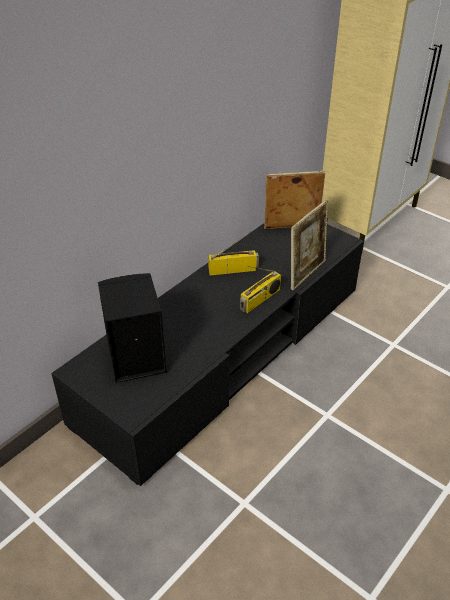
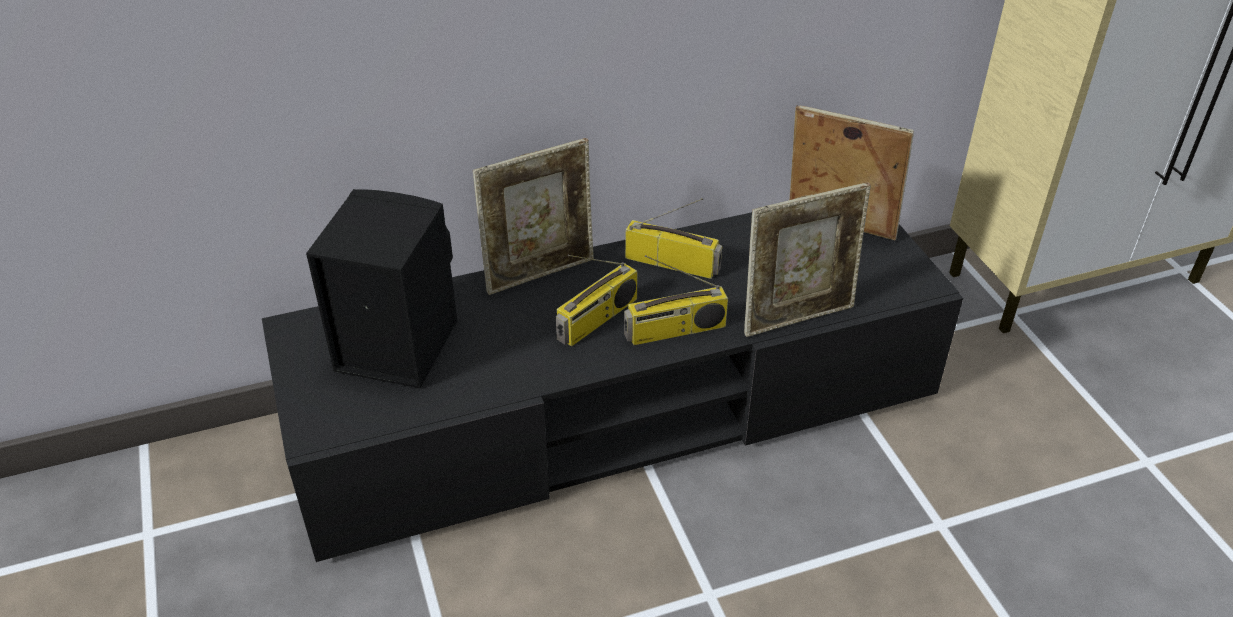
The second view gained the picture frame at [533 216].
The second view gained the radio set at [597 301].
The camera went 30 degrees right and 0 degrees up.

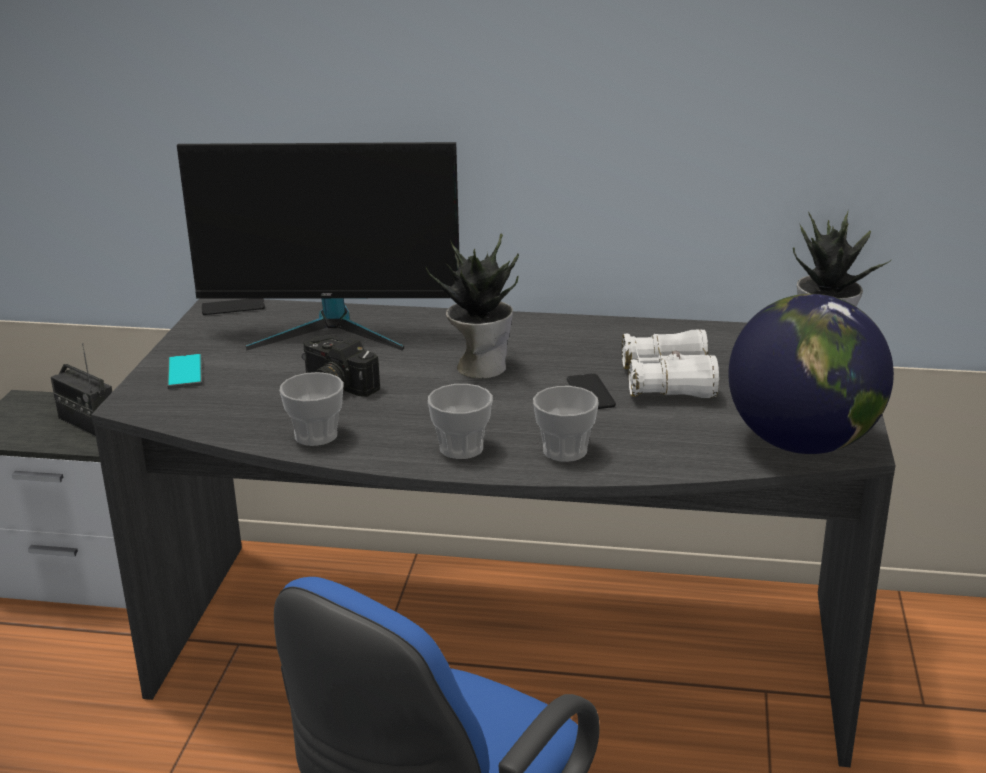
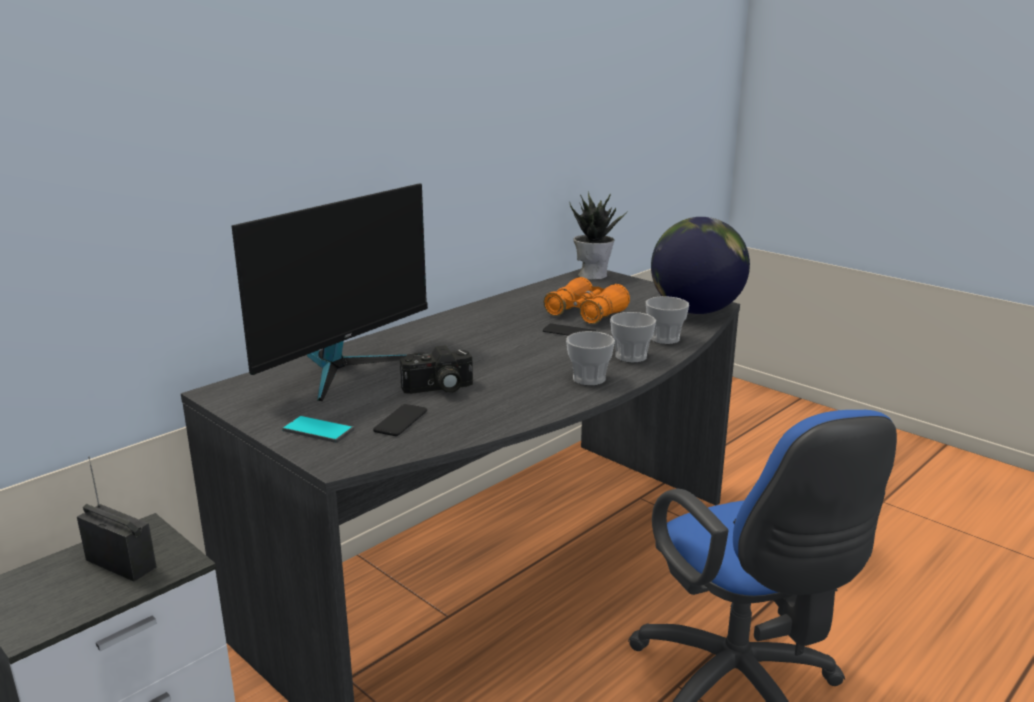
The radio set at [81 390] ended up facing another way, 135 degrees counterclockwise from before.
The handset ended up elsewhere, having gone from [233 307] to [400 420].
The cup ended up elsewhere, having gone from [311 409] to [667 320].
The second view lost the houseplant at [472 306].
What was the pair of binoculars/white at [670 363] turned into the pair of binoculars/orange-coloured at [587 300].
The camera went 55 degrees left and 5 degrees down.

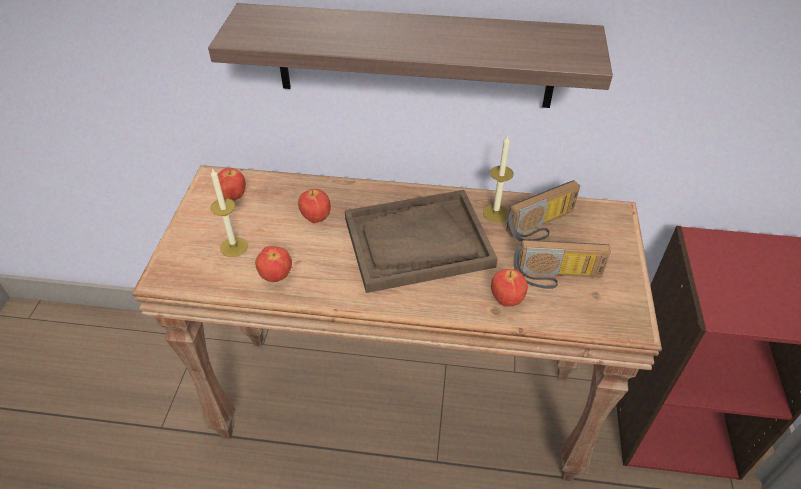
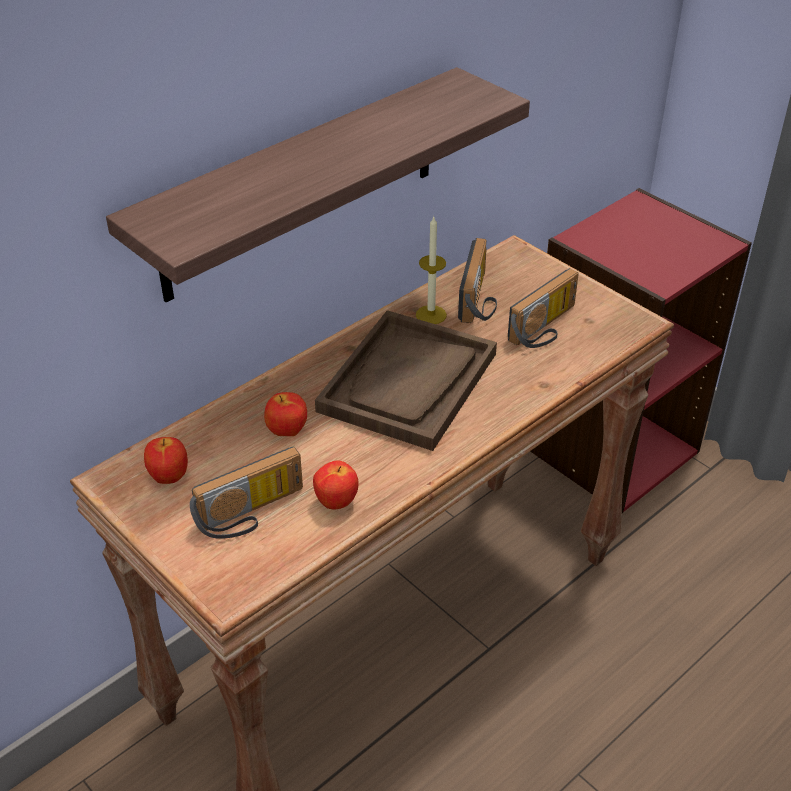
Where the wax candle stood at [229 212], the radio set came to stand at [246 492].
The second view lost the whole apple at [509 287].
The camera went 50 degrees left and 5 degrees down.

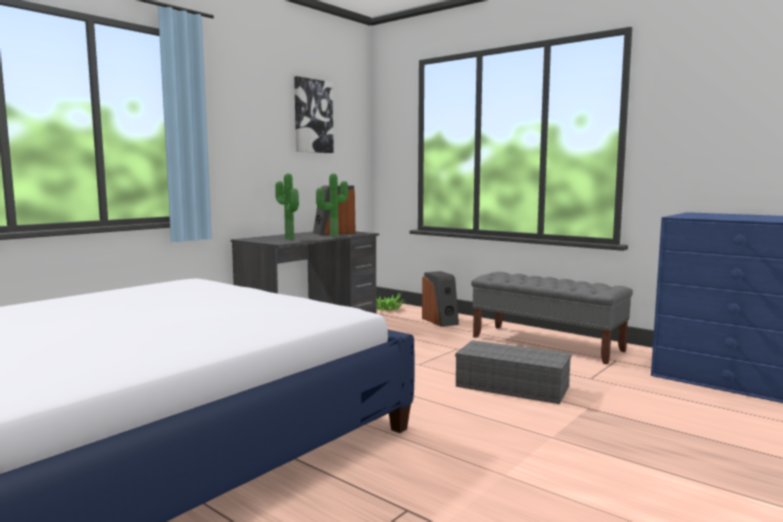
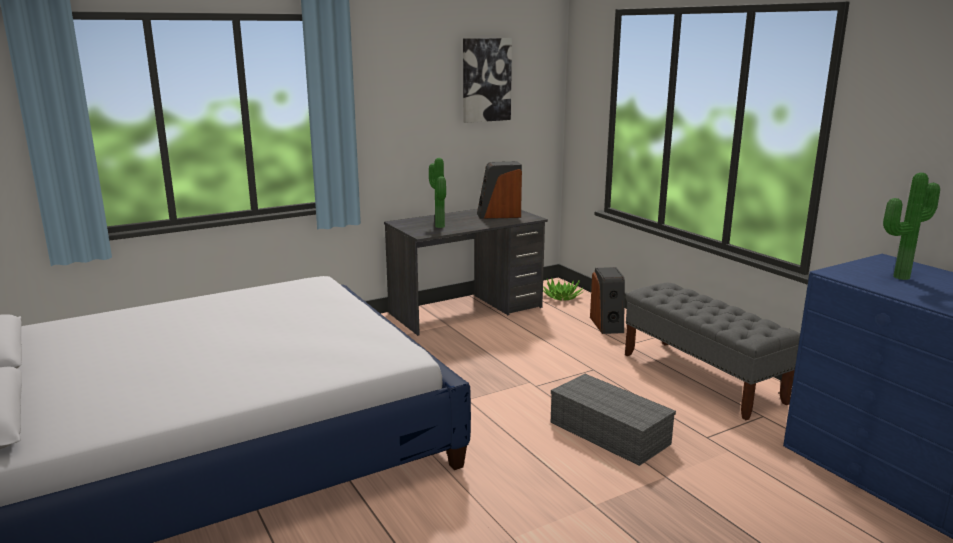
The houseplant ended up elsewhere, having gone from [332 205] to [911 226].
The camera went 20 degrees right and 10 degrees up.

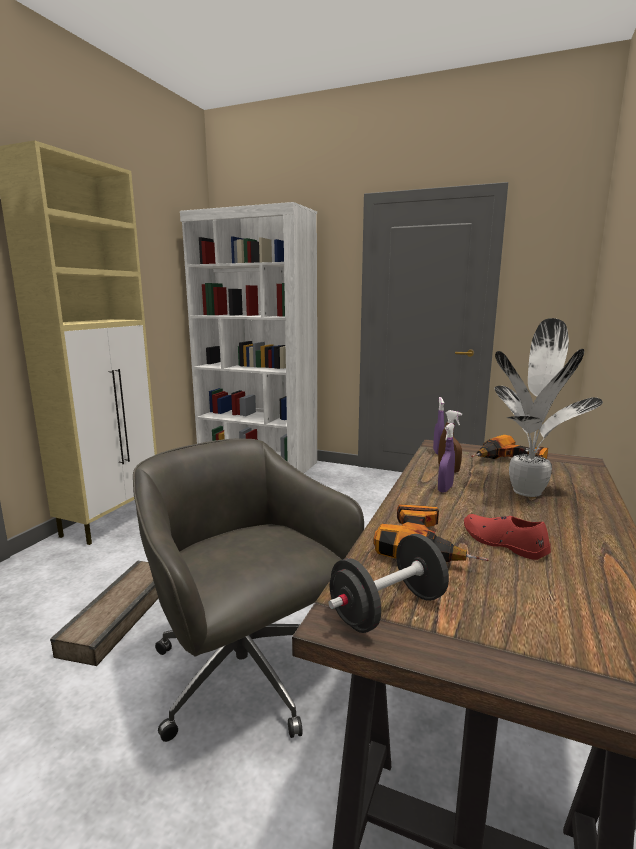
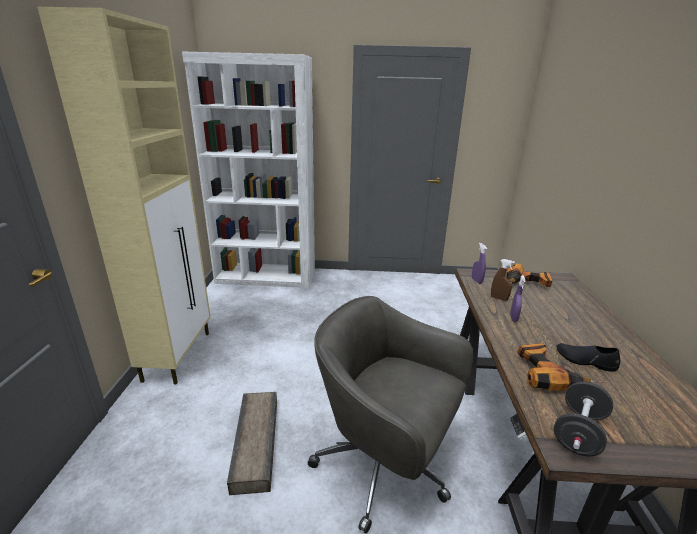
What was the low shoe/red-coloured at [507 537] turned into the low shoe/black at [588 357].
The second view lost the houseplant at [548 407].
The camera went 20 degrees left and 10 degrees up.

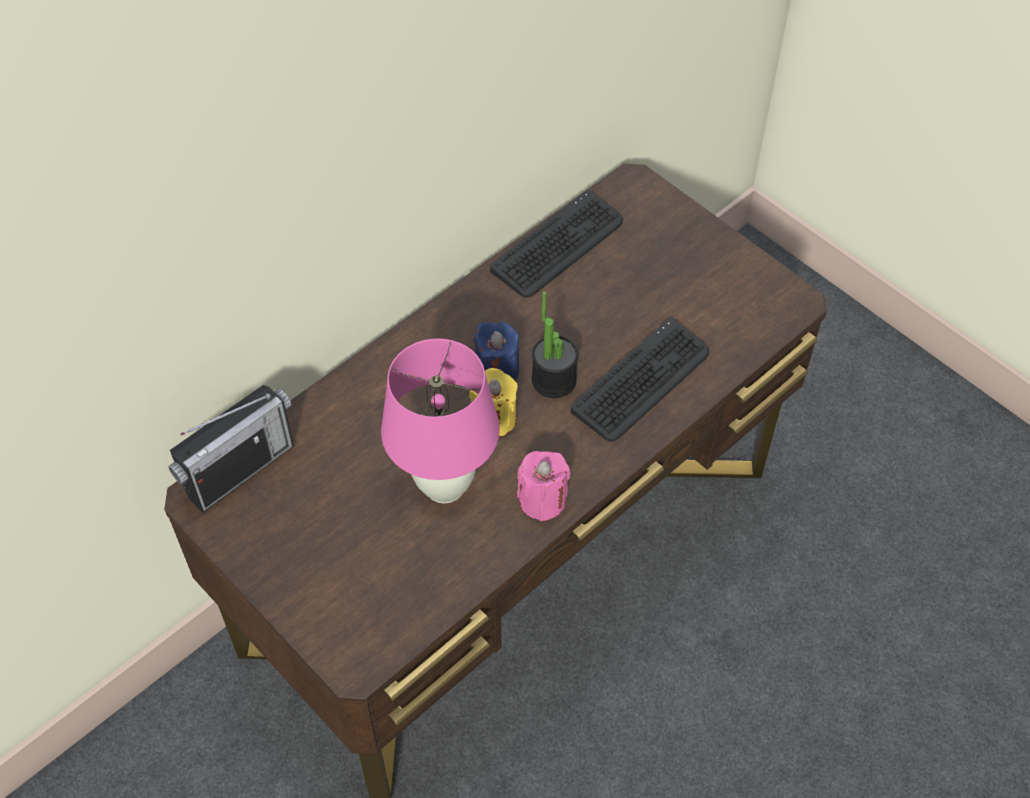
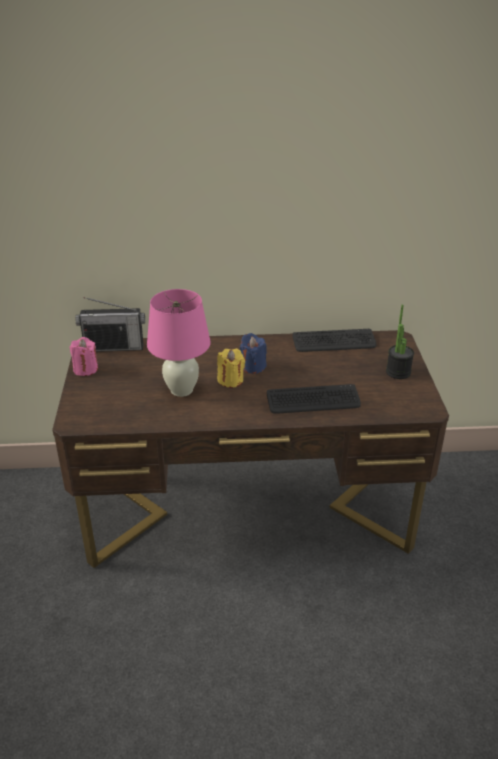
The wax candle/pink ended up elsewhere, having gone from [543 486] to [83 356].
The houseplant ended up elsewhere, having gone from [555 344] to [400 342].
The camera went 40 degrees right and 20 degrees down.

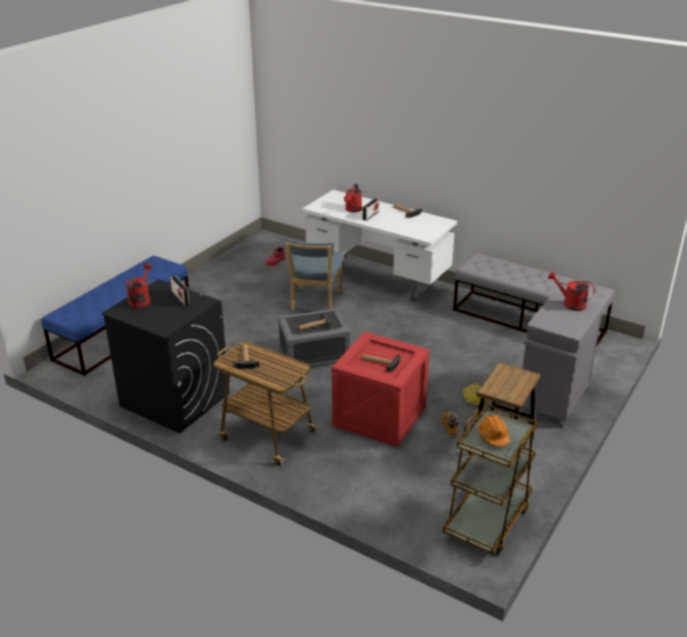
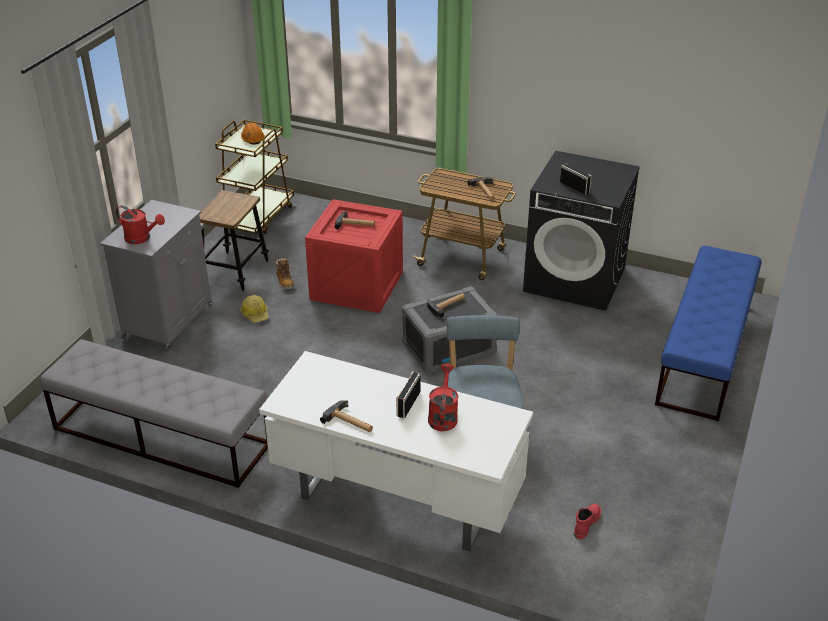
The second view lost the watering can/red-coloured at [139 285].
The camera went 170 degrees right and 5 degrees up.

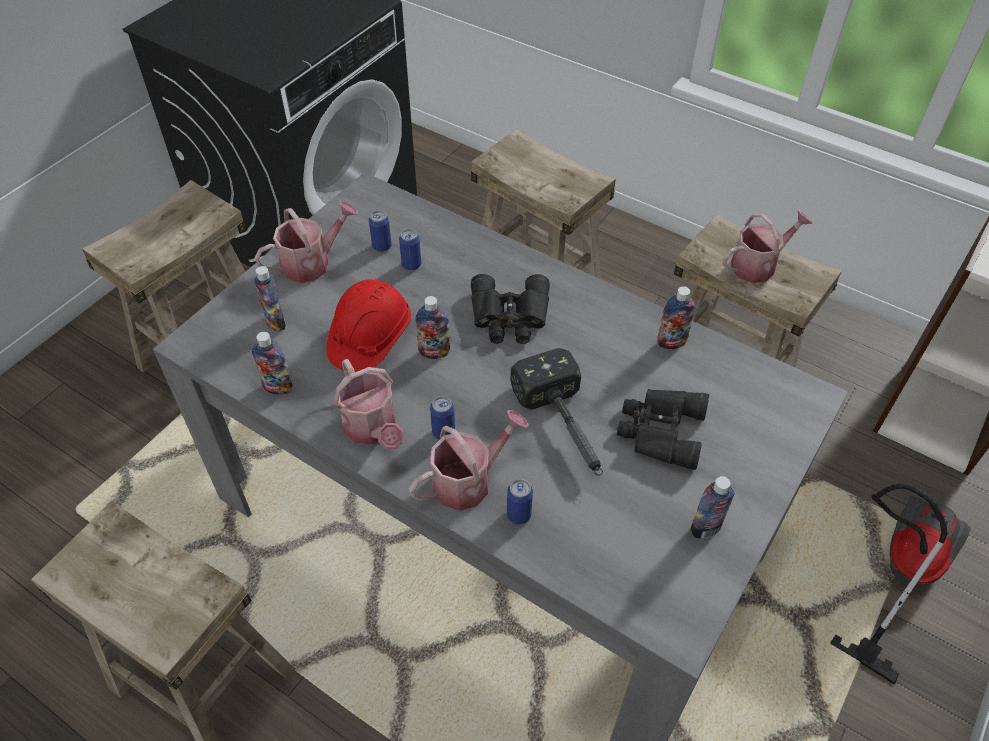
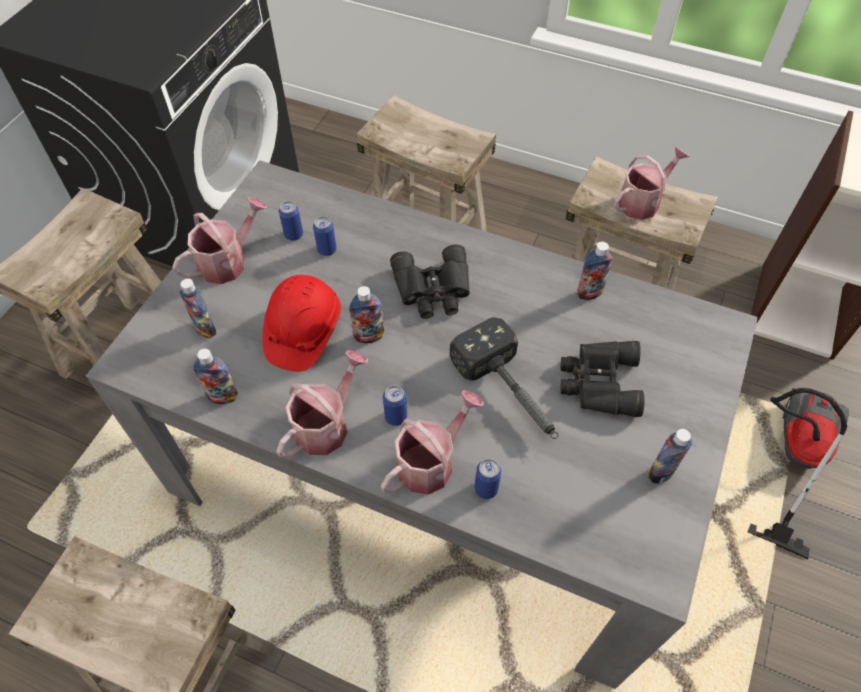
The watering can at [369 404] ended up facing another way, 105 degrees counterclockwise from before.
The camera went 10 degrees left and 5 degrees up.

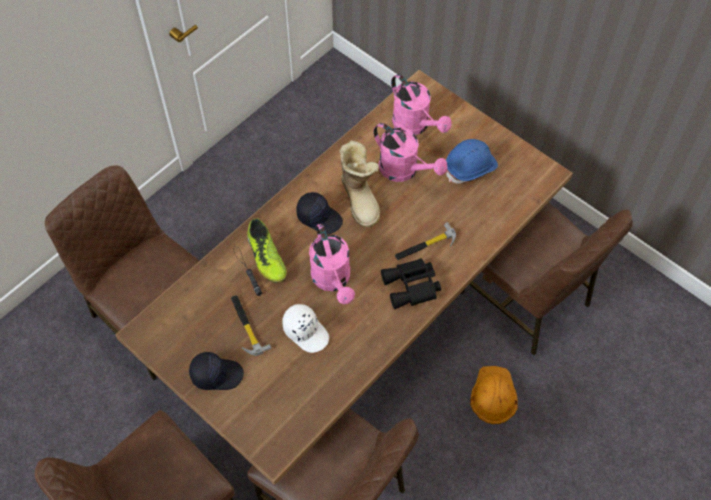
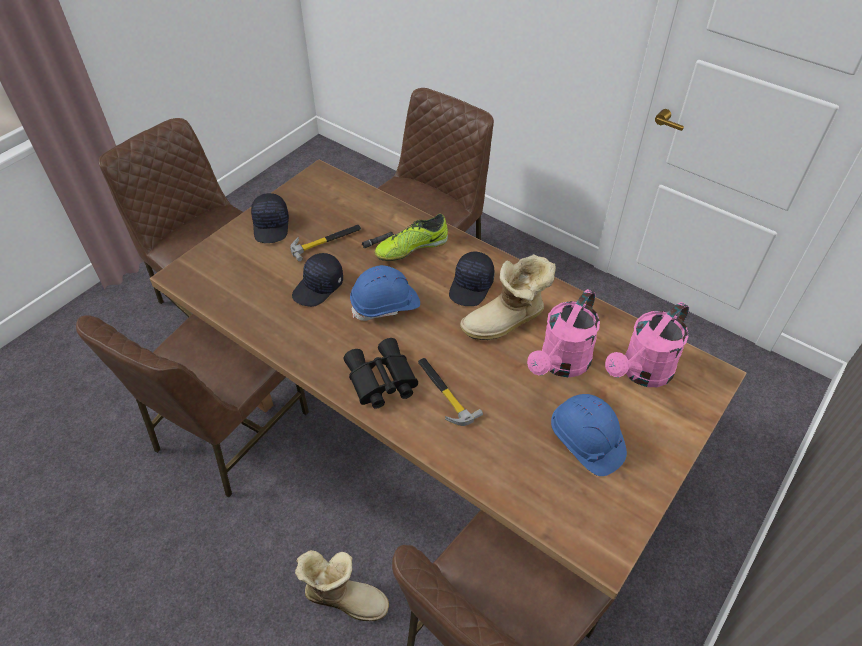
What was the cap/white at [305 328] turned into the cap/black at [317 280].
Where the watering can/pink stood at [332 264], the hard hat/blue came to stand at [385 293].
Where the hard hat/orange-coloured stood at [494 395], the boot came to stand at [342 585].
The camera went 85 degrees right and 10 degrees down.

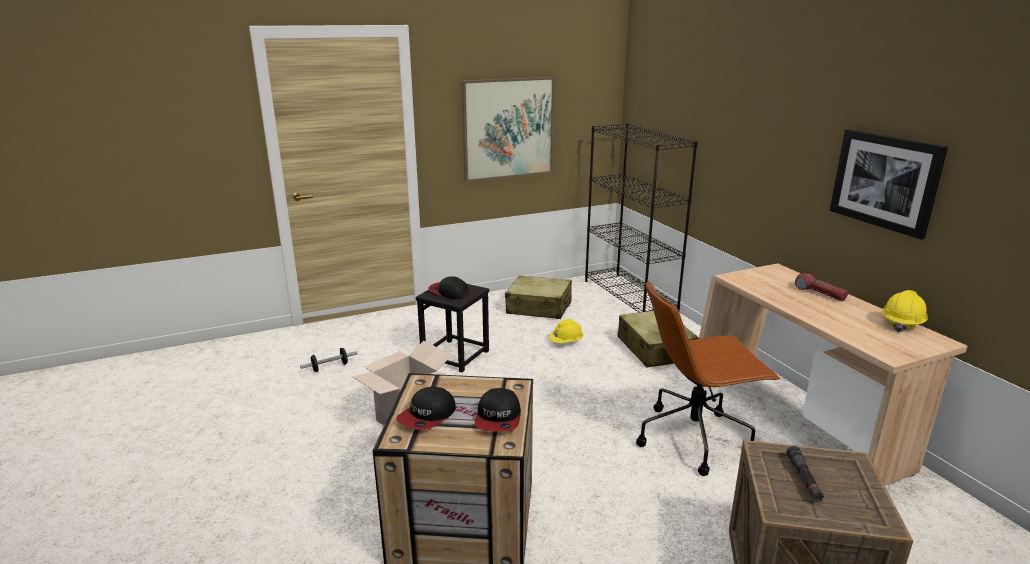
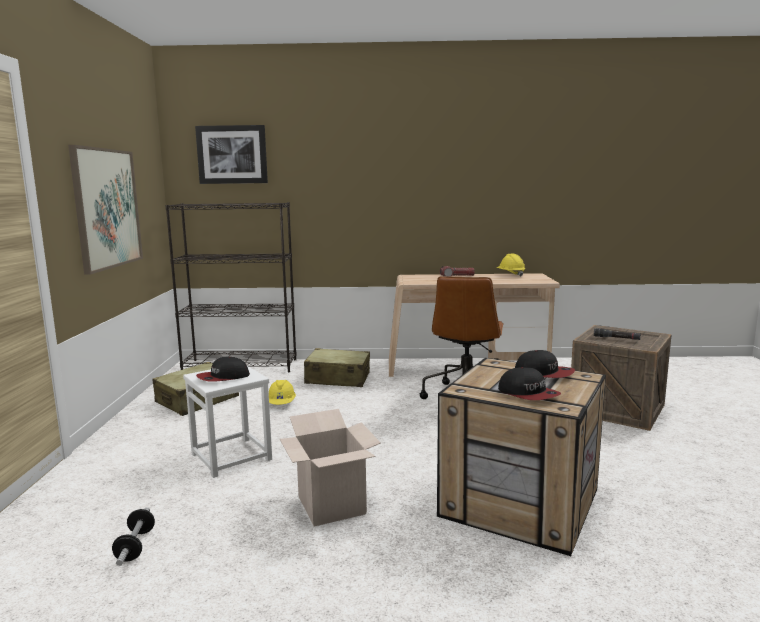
What was the stool seat/black at [452 328] turned into the stool seat/white at [227 422].
The wall art ended up elsewhere, having gone from [889 184] to [231 154].
The camera went 65 degrees left and 10 degrees down.

